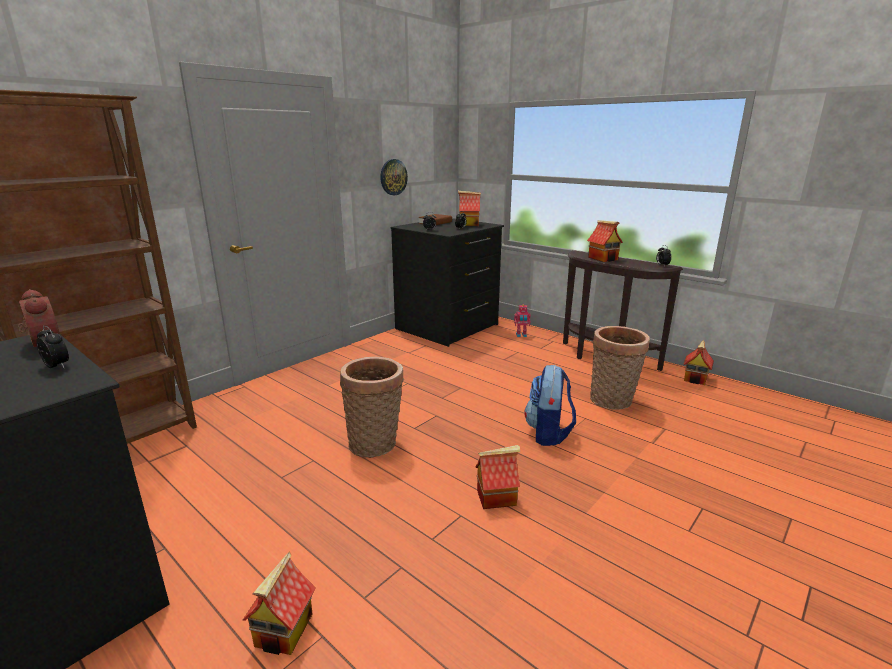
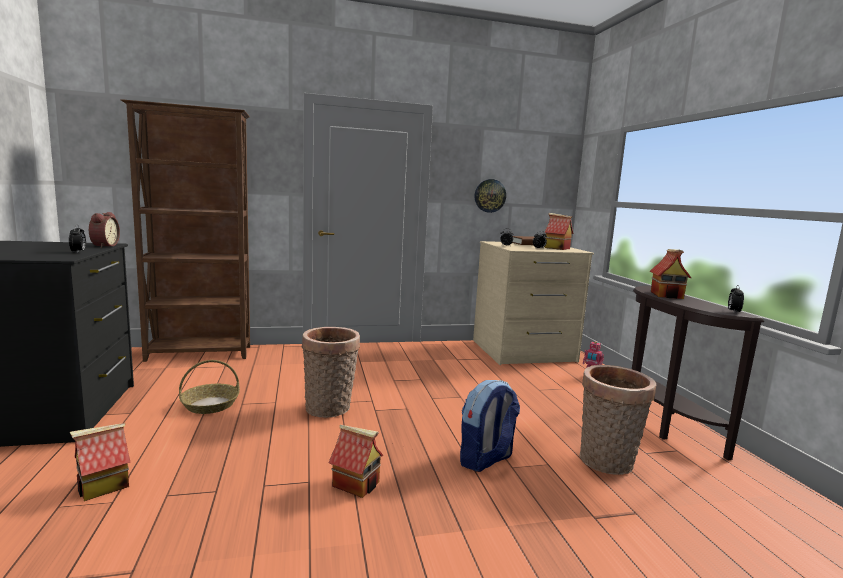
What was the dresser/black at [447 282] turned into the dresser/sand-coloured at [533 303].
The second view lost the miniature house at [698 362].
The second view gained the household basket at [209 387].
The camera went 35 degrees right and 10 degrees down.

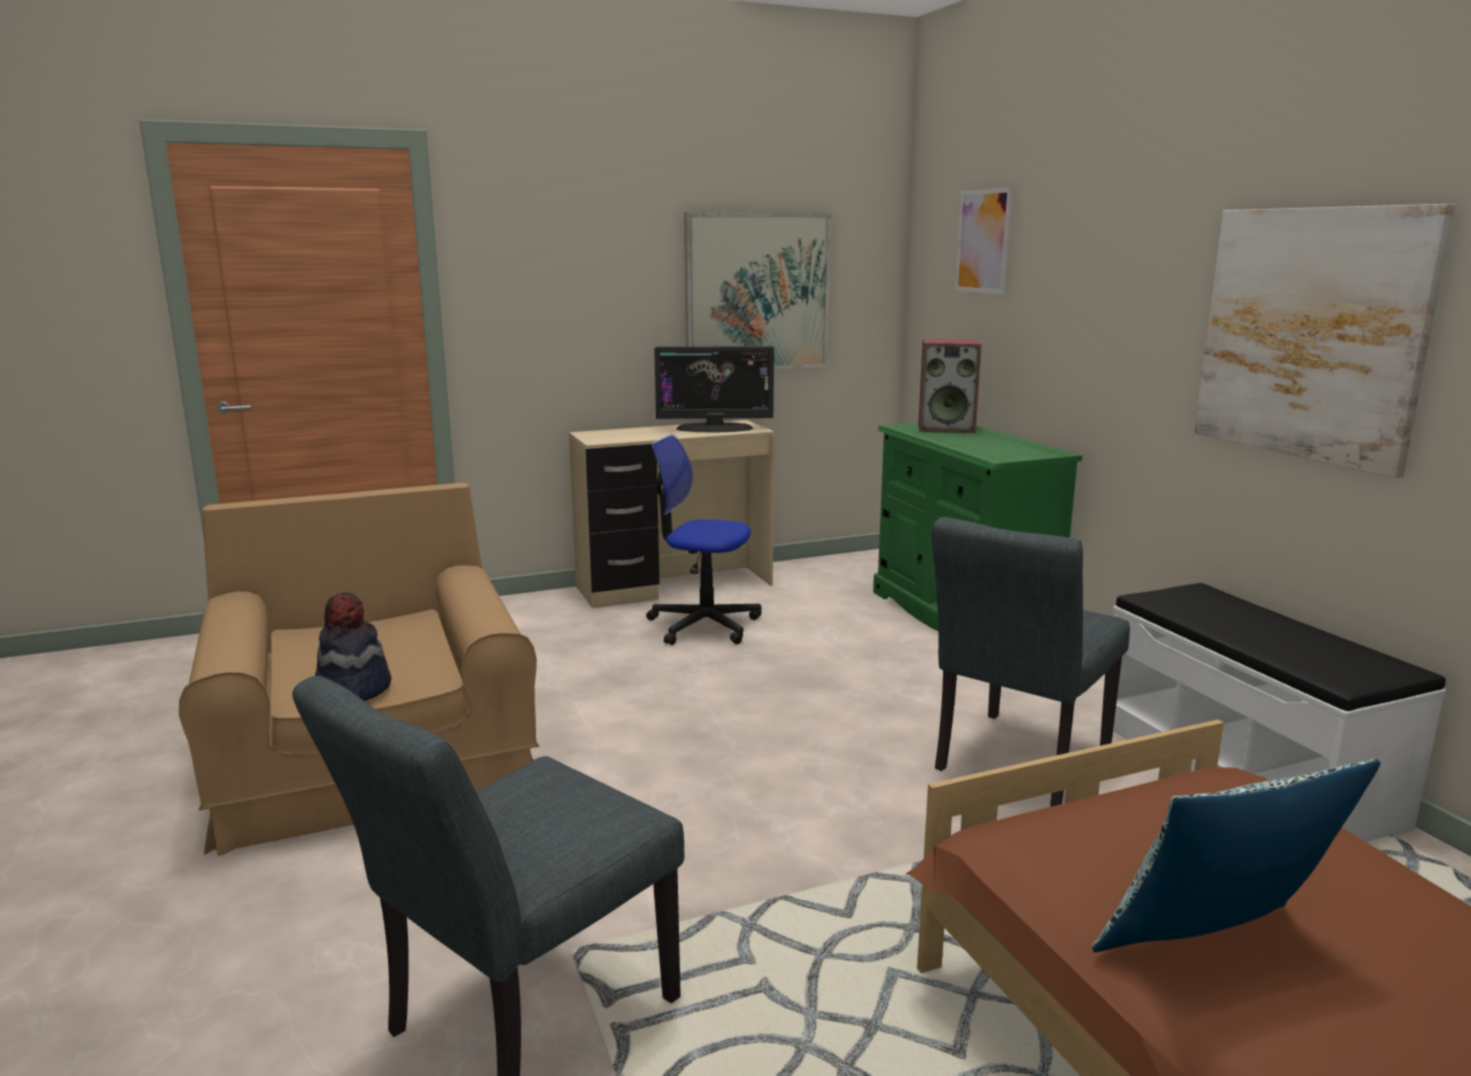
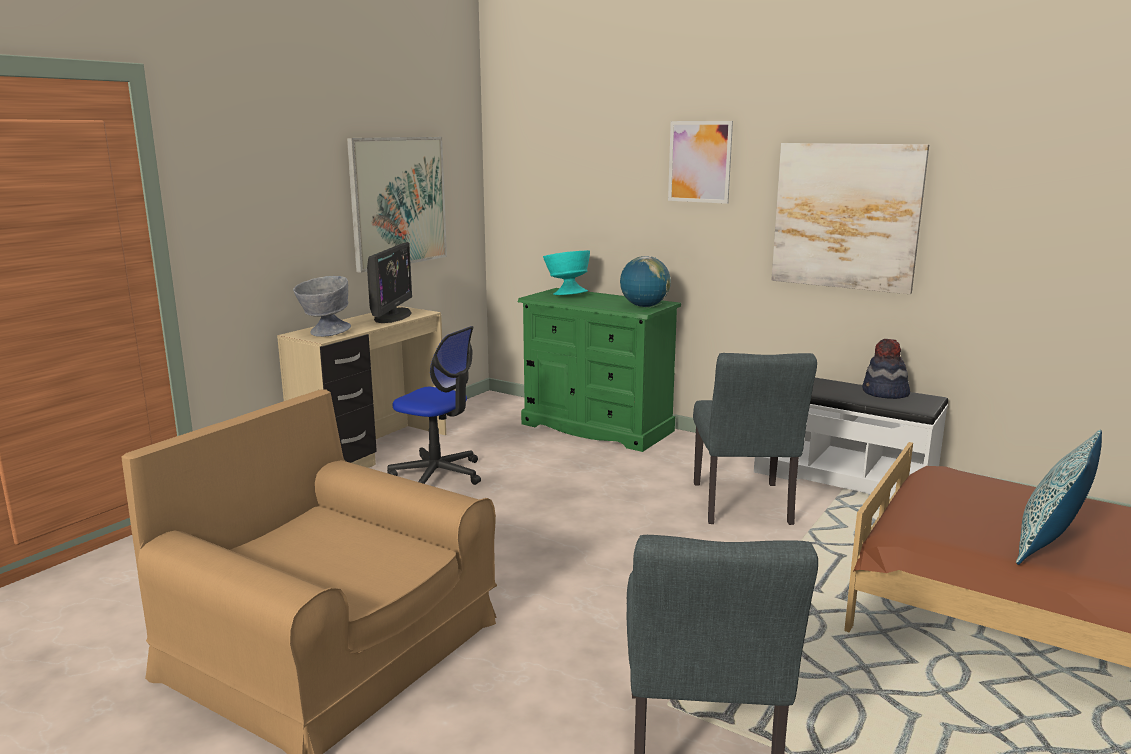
The clothing hat ended up elsewhere, having gone from [353 646] to [886 369].
The computer chair at [704 539] ended up facing another way, 135 degrees counterclockwise from before.
The computer screen at [714 389] ended up facing another way, 45 degrees counterclockwise from before.
Where the audio speaker stood at [950 386], the serving bowl/turquoise-coloured came to stand at [566 272].
The wall art ended up elsewhere, having gone from [984 241] to [700 162].
The second view gained the serving bowl/greyish at [322 306].
The second view gained the desk globe at [645 281].
The camera went 35 degrees left and 0 degrees up.

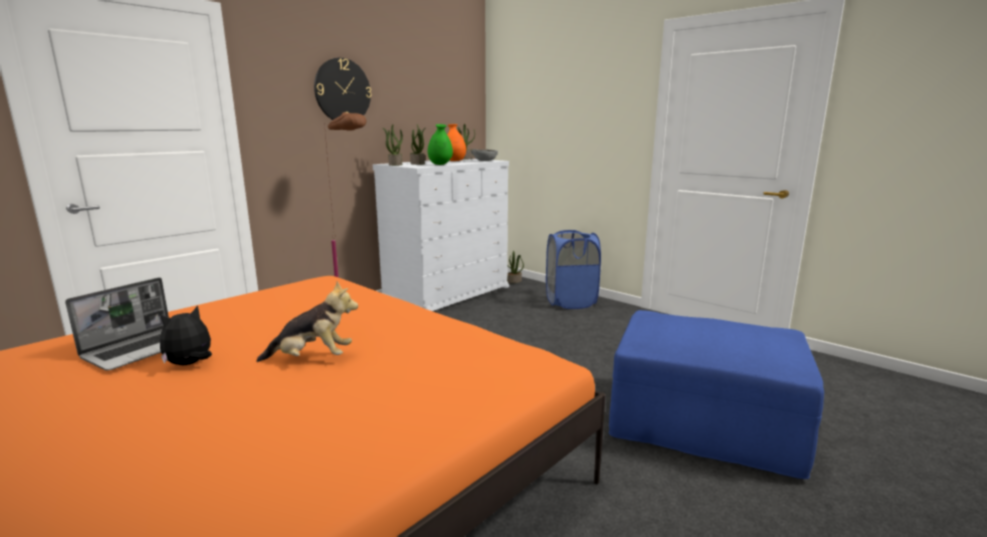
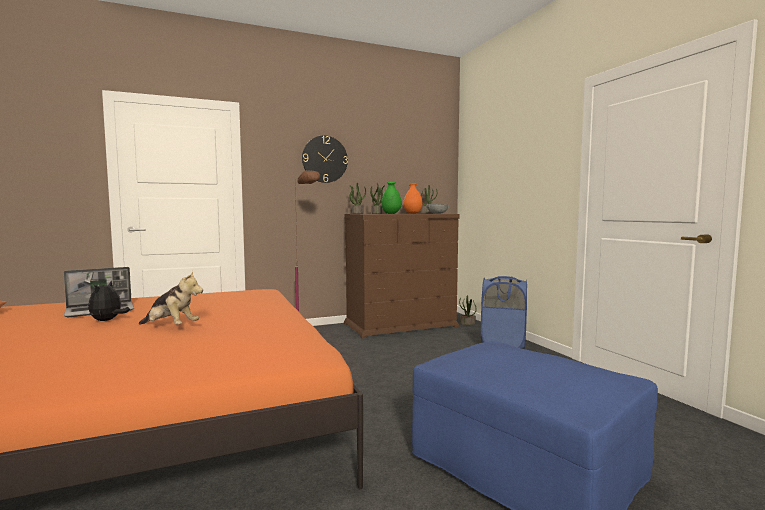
The soft toy at [186 335] ended up facing another way, 60 degrees counterclockwise from before.
What was the dresser/white at [441 235] turned into the dresser/brownish at [402 276].
The camera went 25 degrees right and 10 degrees down.

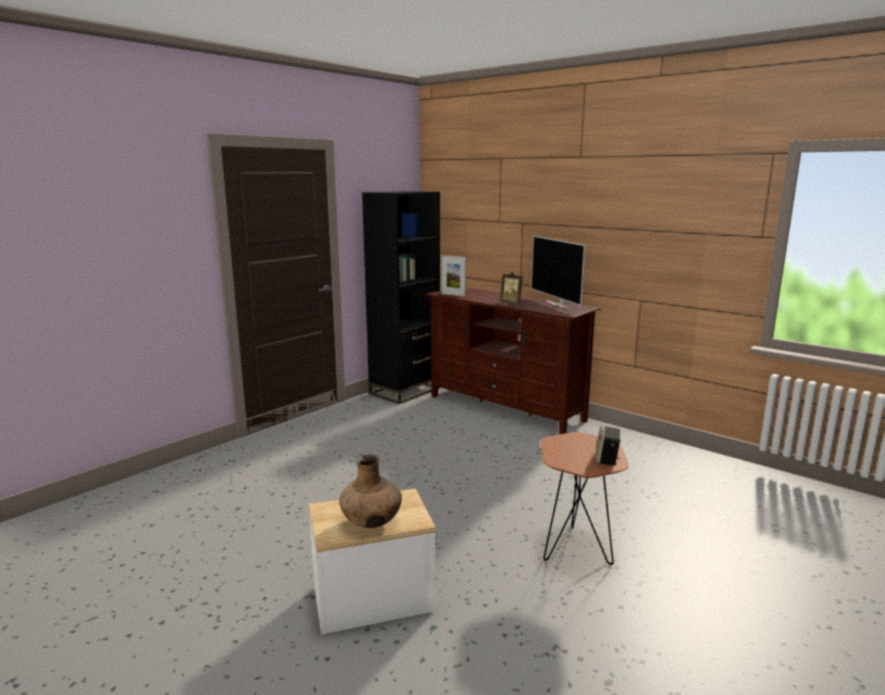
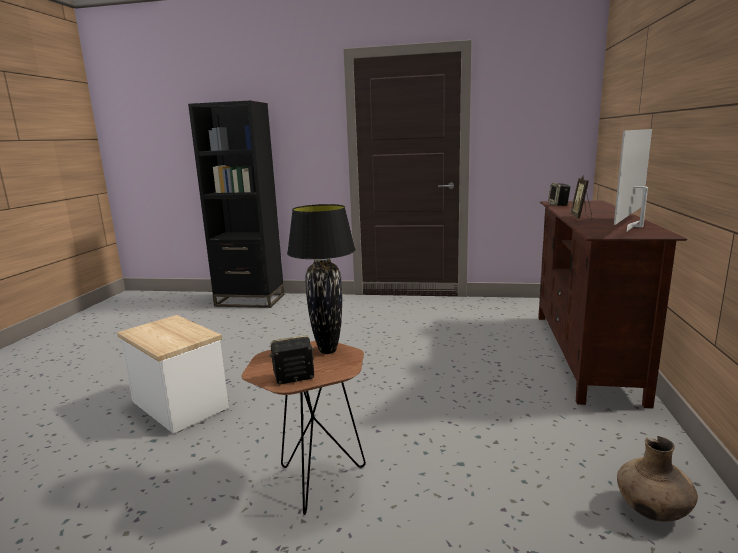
The decorative vase/brownish ended up elsewhere, having gone from [370 491] to [657 479].
The shelving unit/black ended up elsewhere, having gone from [401 297] to [236 204].
Where the picture frame stood at [453 276], the audio speaker came to stand at [559 194].
The second view gained the lamp for a table/black at [321 279].
The camera went 60 degrees right and 0 degrees up.

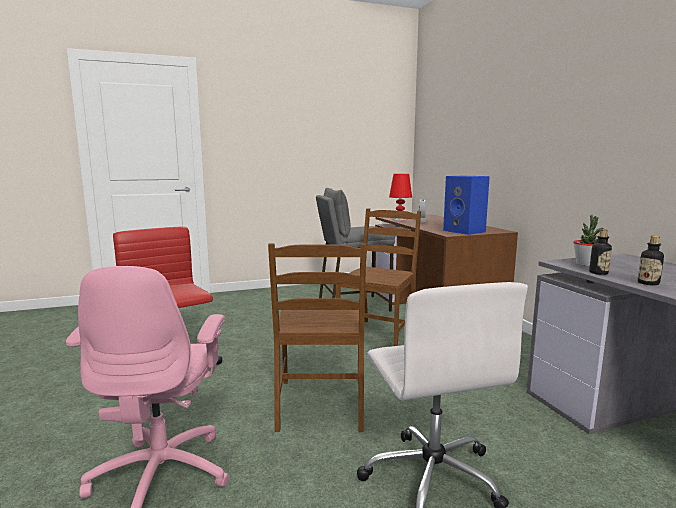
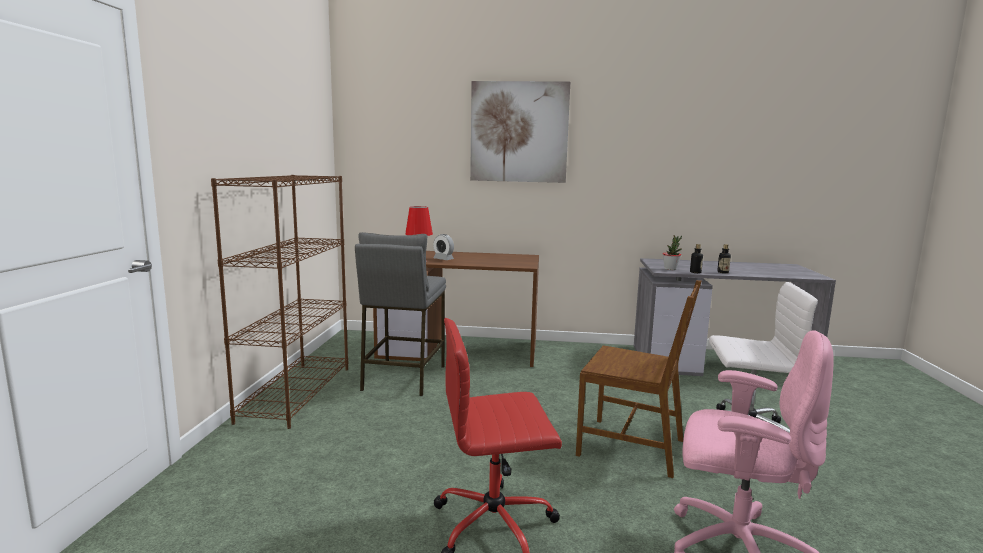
The second view lost the chair/brownish at [378 277].
The second view lost the audio speaker/blue at [466 205].
The second view gained the shelving unit/brownish at [279 302].
The second view gained the wall art at [520 132].
The camera went 65 degrees left and 0 degrees up.

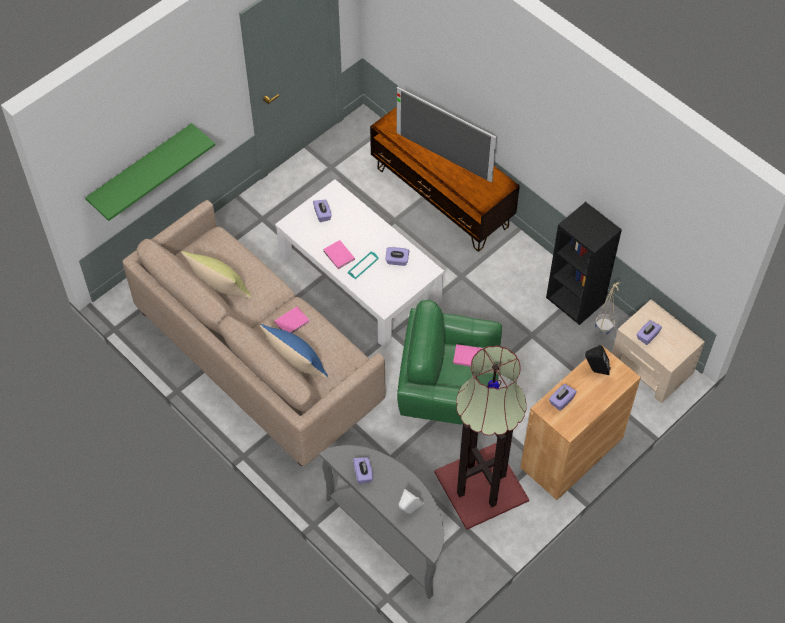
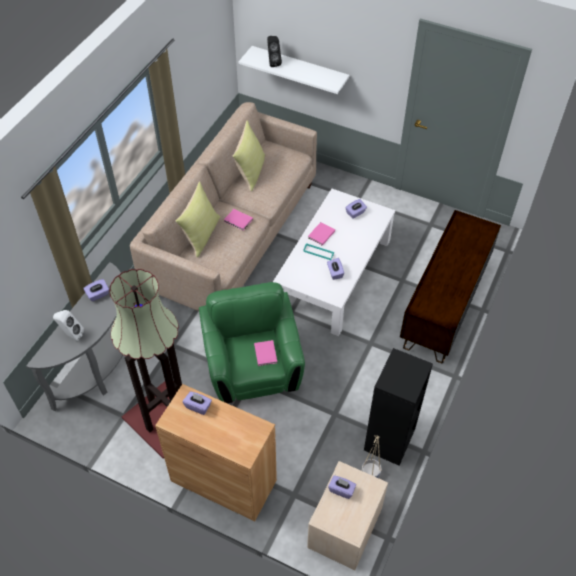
What was the wall shelf/green at [150 172] turned into the wall shelf/white at [294 70].
What was the pillow/blue at [294 351] turned into the pillow/yellow-coloured at [198 219].
The second view lost the TV at [446 135].
The audio speaker/black ended up elsewhere, having gone from [598 360] to [274 51].
The camera went 70 degrees right and 5 degrees down.

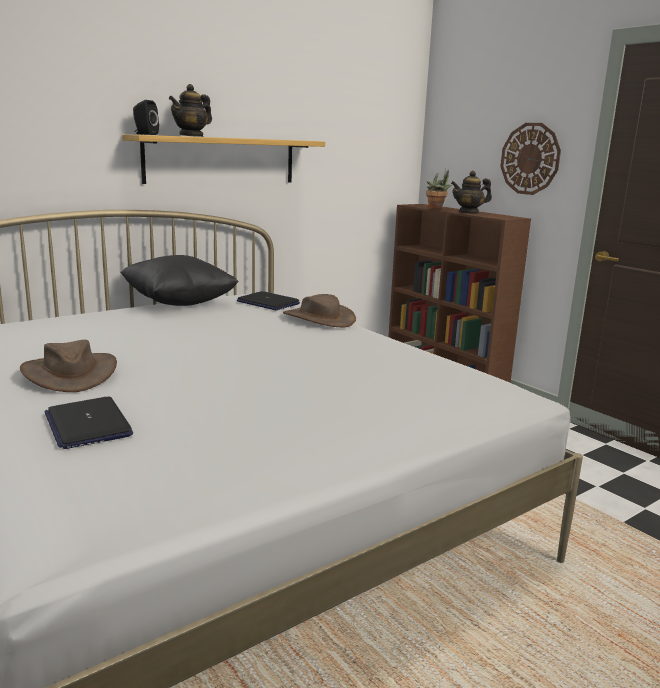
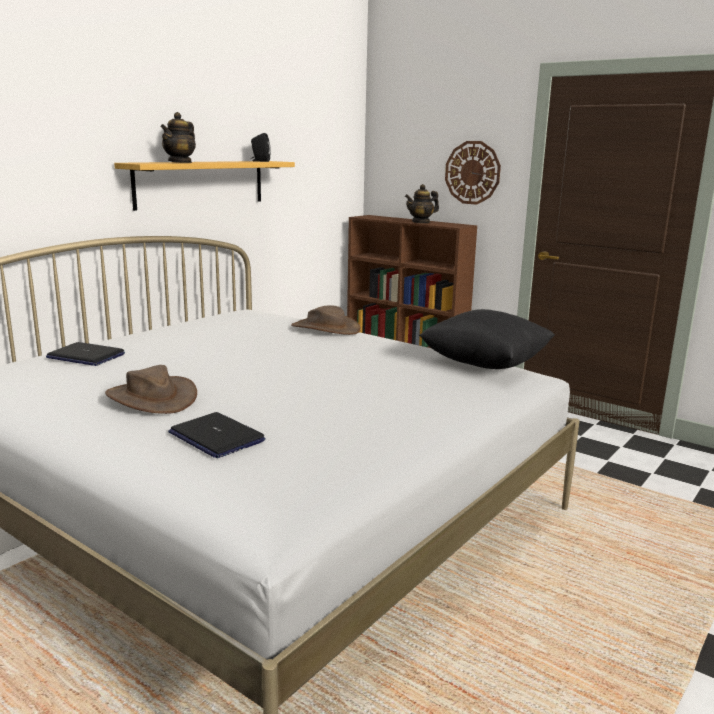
The pillow/black ended up elsewhere, having gone from [179 280] to [487 339].
The audio speaker/black ended up elsewhere, having gone from [146 117] to [260 147].
The notebook computer ended up elsewhere, having gone from [268 300] to [85 354].
The second view lost the houseplant at [438 189].
The camera went 15 degrees left and 0 degrees up.

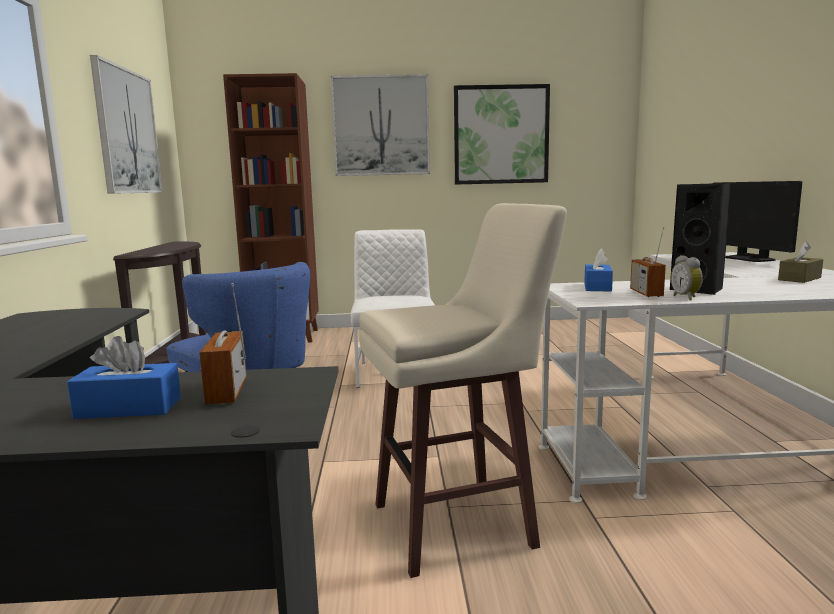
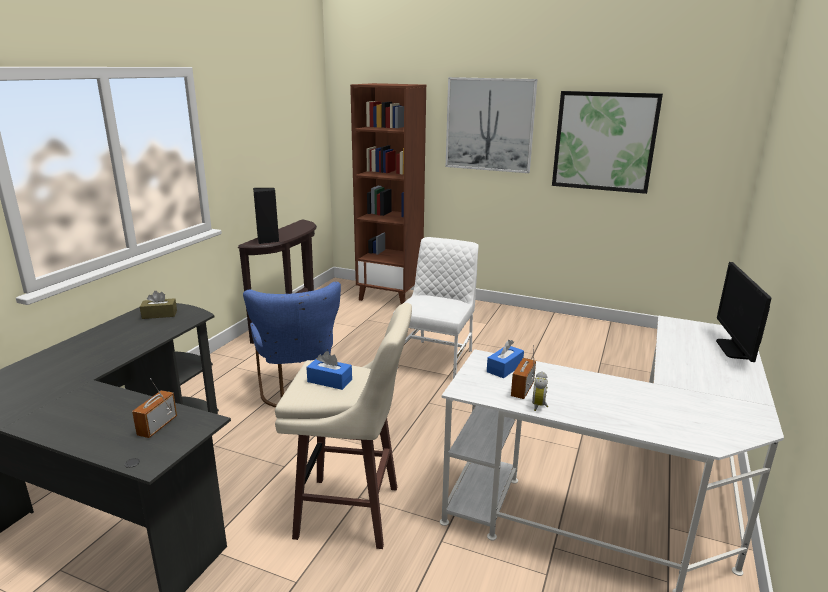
The box of tissues/blue ended up elsewhere, having gone from [124 377] to [329 370].
The second view lost the wall art at [126 124].
The audio speaker/black ended up elsewhere, having gone from [701 239] to [266 216].
The box of tissues/brownish ended up elsewhere, having gone from [800 262] to [158 305].
The camera went 25 degrees right and 10 degrees up.

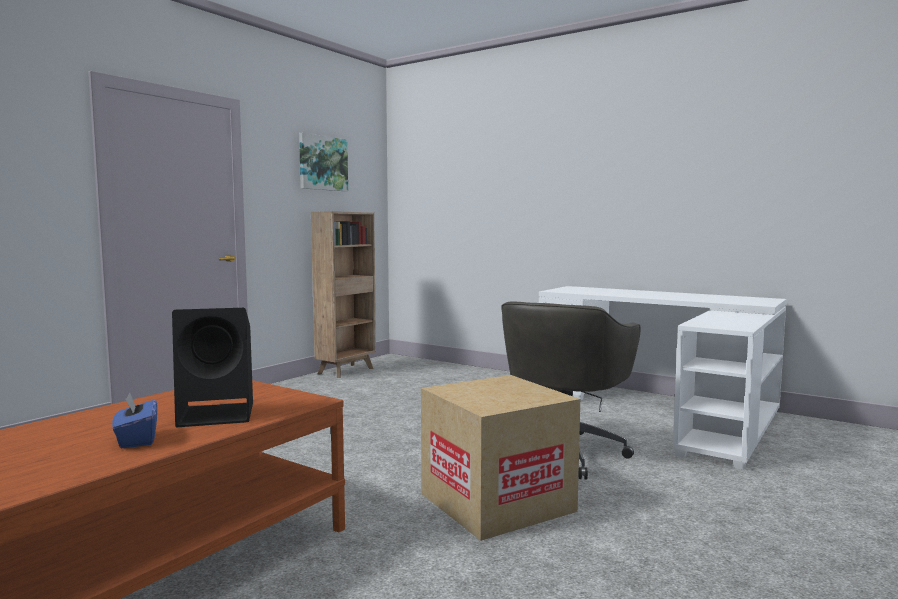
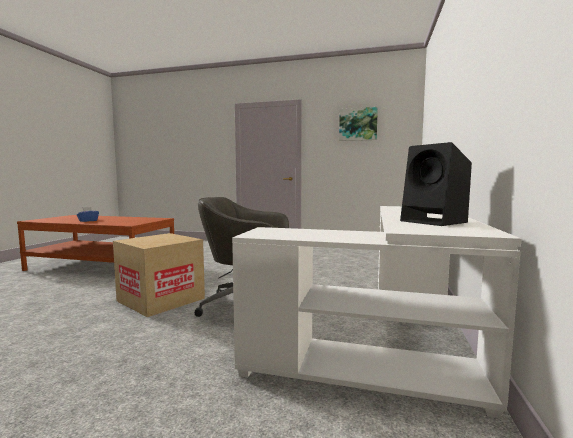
The audio speaker/black ended up elsewhere, having gone from [212 367] to [436 184].
The second view lost the shelving unit/brownish at [343 294].
The camera went 70 degrees right and 0 degrees up.

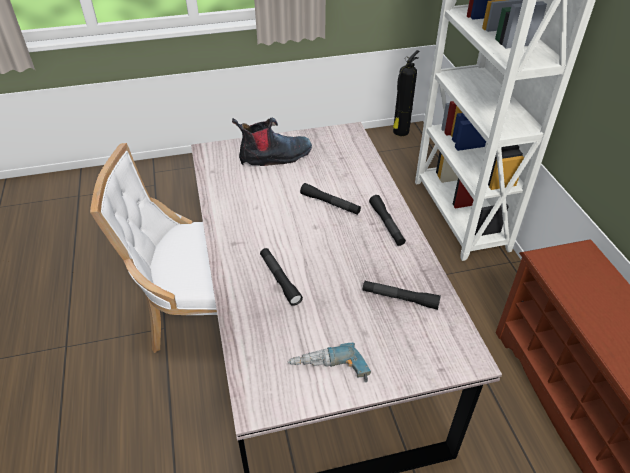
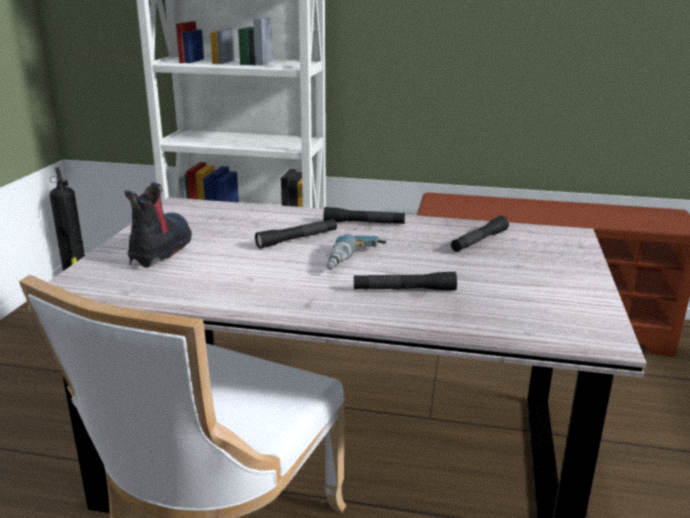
The electric drill ended up elsewhere, having gone from [329 362] to [356 252].
The camera went 65 degrees left and 20 degrees down.

